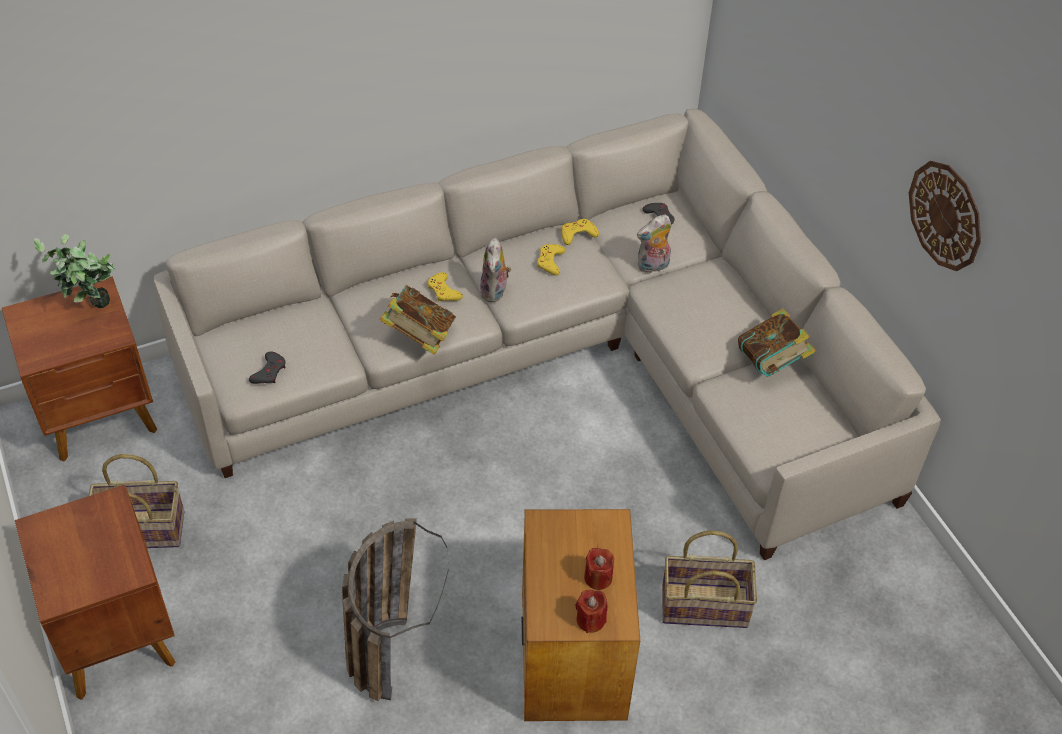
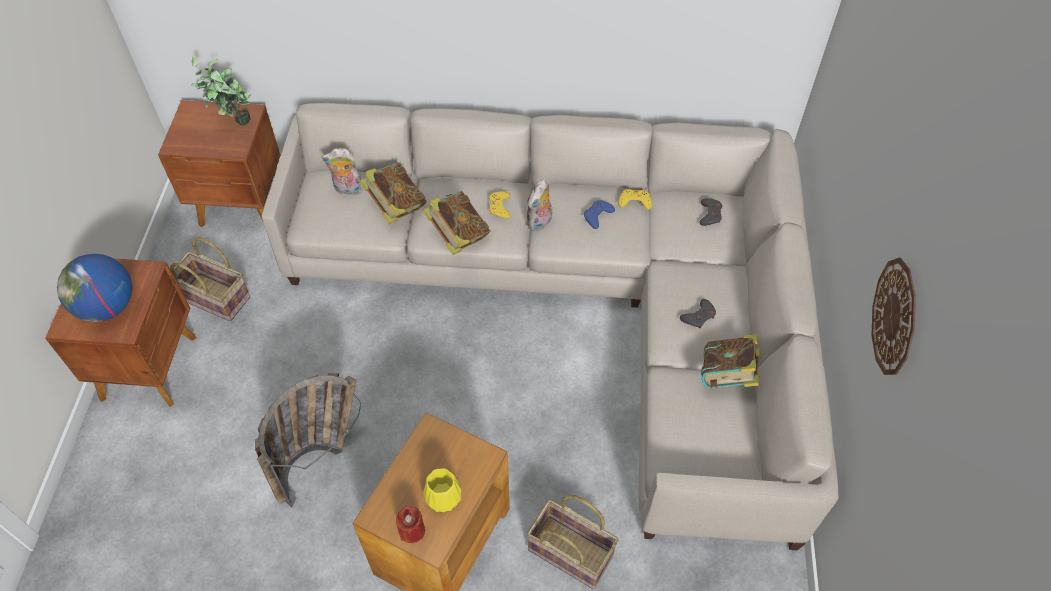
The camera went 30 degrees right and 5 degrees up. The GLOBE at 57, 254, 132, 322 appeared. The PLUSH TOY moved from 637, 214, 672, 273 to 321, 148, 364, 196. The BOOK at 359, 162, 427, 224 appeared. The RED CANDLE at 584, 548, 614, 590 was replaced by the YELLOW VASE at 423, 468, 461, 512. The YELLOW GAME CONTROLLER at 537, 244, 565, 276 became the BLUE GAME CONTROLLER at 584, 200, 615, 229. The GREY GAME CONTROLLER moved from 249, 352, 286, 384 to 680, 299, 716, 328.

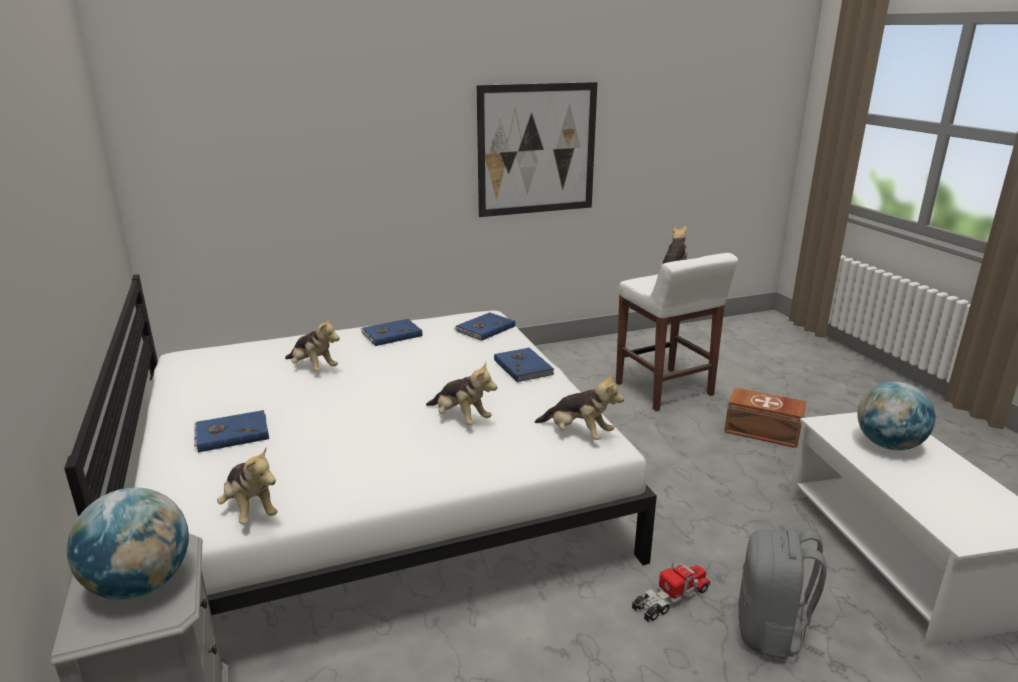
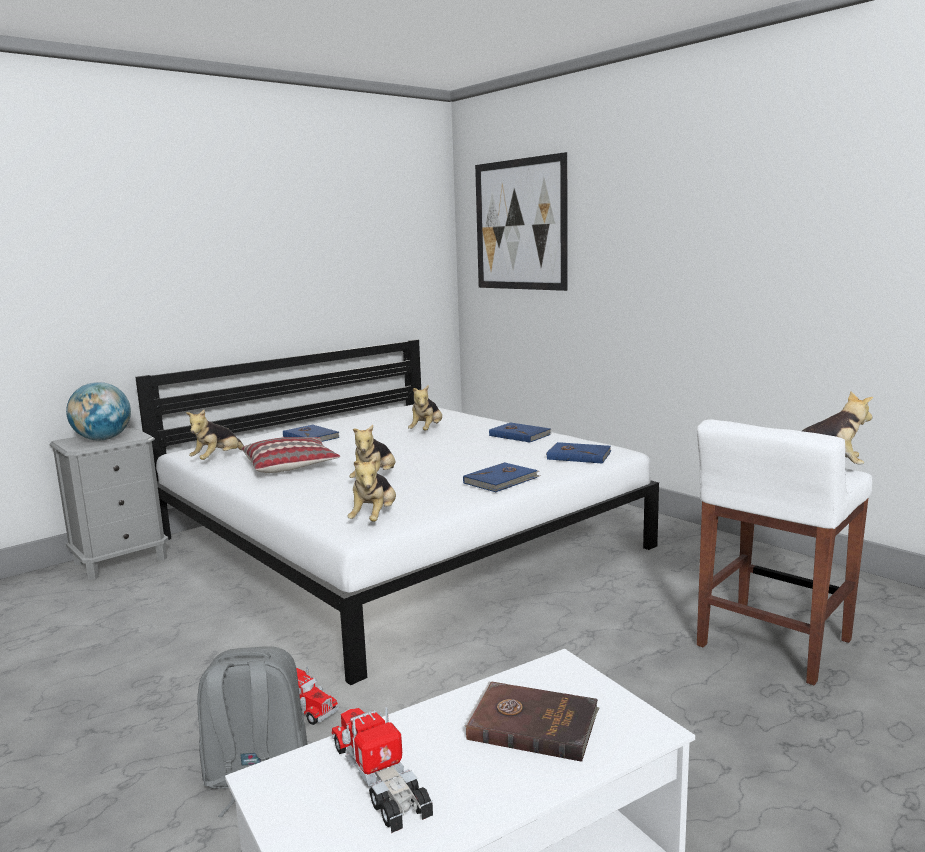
The camera went 70 degrees right and 10 degrees down. The PILLOW at 241, 437, 340, 473 appeared. The TOY TRUCK at 331, 707, 433, 833 appeared. The GLOBE at 857, 381, 935, 450 was replaced by the BROWN BOOK at 465, 682, 600, 762. The PICTURE moved from 477, 82, 597, 217 to 475, 152, 568, 291. The BROWN STORAGE BOX at 724, 387, 807, 448 disappeared.

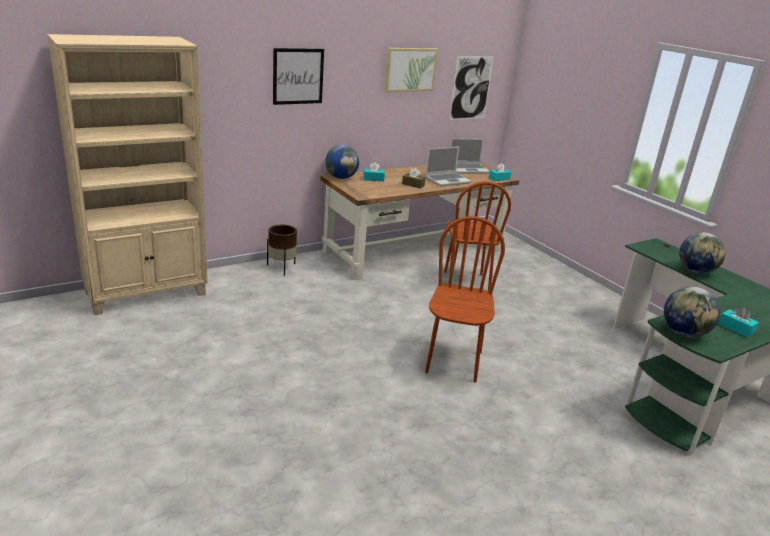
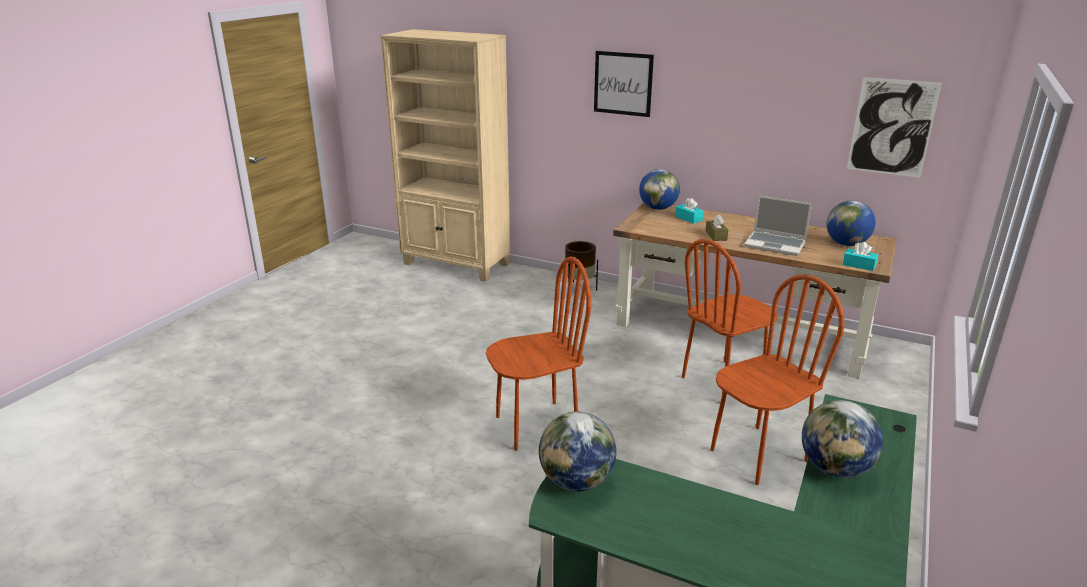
The camera went 60 degrees right and 0 degrees up. The BROWN CHAIR at 710, 274, 844, 485 appeared. The LAPTOP at 450, 138, 490, 174 was replaced by the GLOBE at 826, 200, 876, 246. The PICTURE at 384, 48, 438, 92 disappeared. The TURQUOISE TISSUE BOX at 718, 307, 759, 338 disappeared.

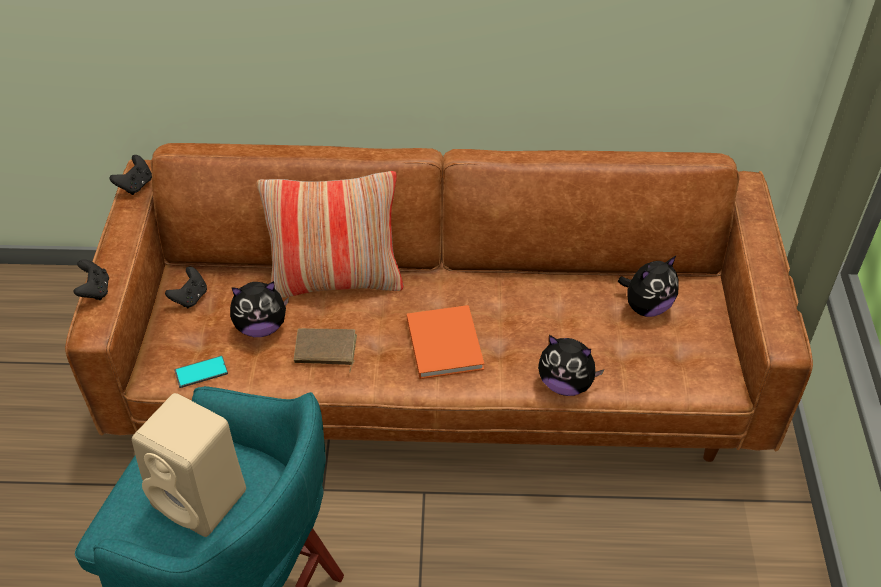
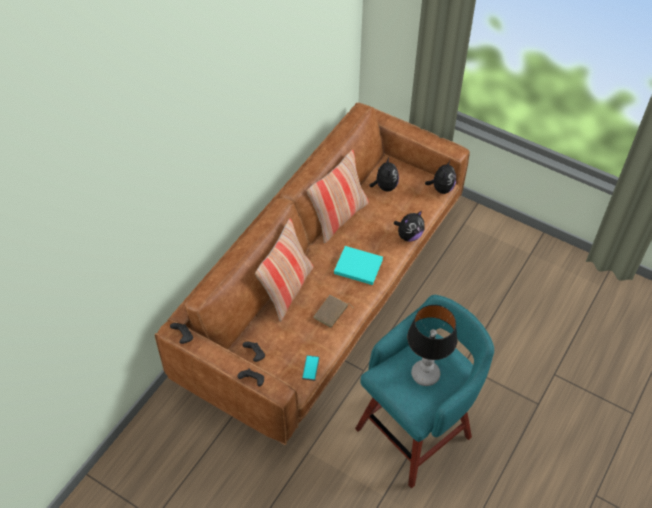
The camera went 60 degrees left and 5 degrees up. The PILLOW at 307, 150, 369, 243 appeared. The ORANGE BOOK at 407, 305, 484, 379 became the TURQUOISE BOOK at 334, 246, 383, 285. The BEIGE SPEAKER at 132, 393, 246, 537 was replaced by the TABLE LAMP at 407, 305, 457, 386. The PLUSH TOY moved from 230, 281, 289, 337 to 425, 160, 456, 194.

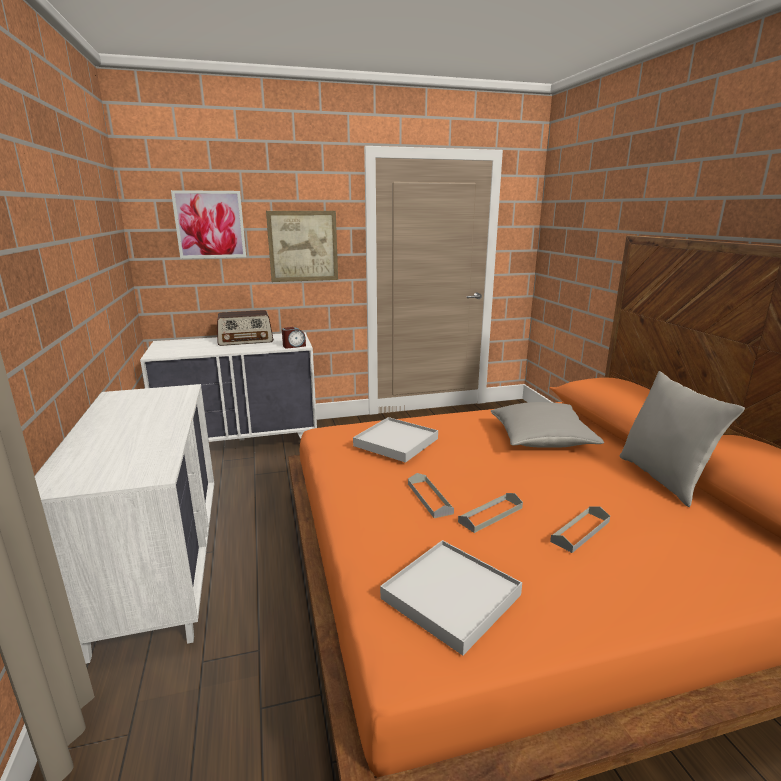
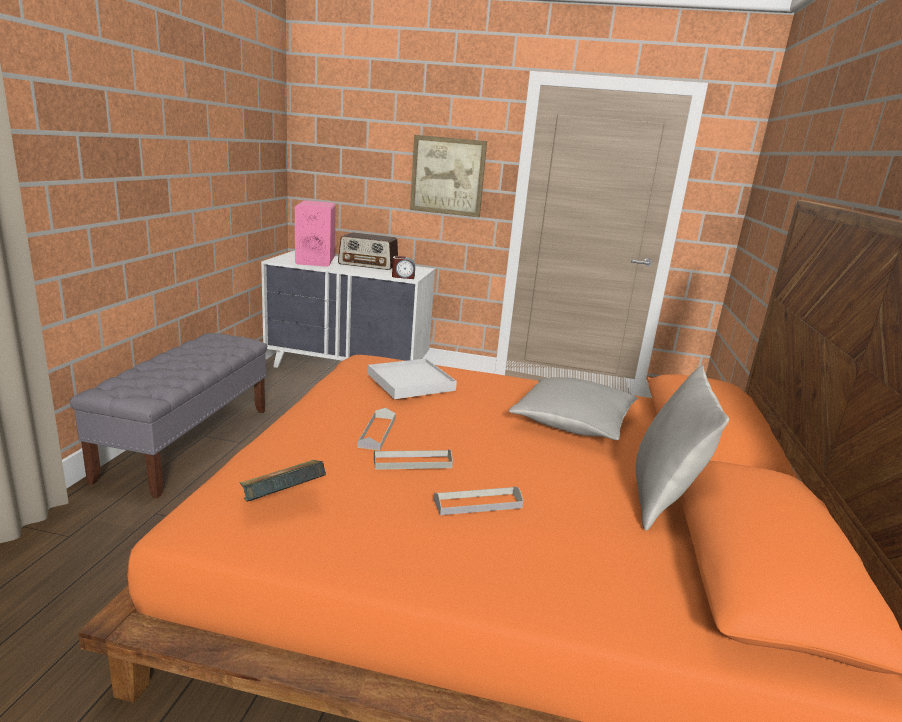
The camera went 25 degrees right and 0 degrees up. The WHITE DRESSER at 35, 384, 214, 664 was replaced by the GREY BENCH at 70, 333, 267, 498. The WHITE TRAY at 380, 540, 522, 656 was replaced by the BOOK at 240, 460, 326, 502. The PINK SPEAKER at 295, 200, 336, 267 appeared. The PICTURE at 171, 190, 246, 259 disappeared.

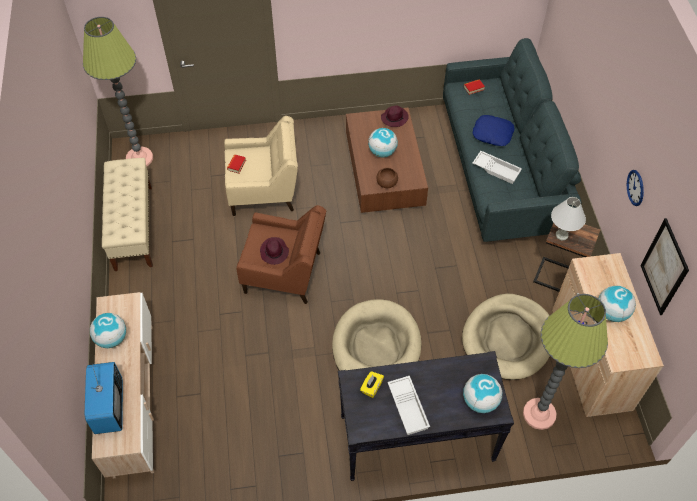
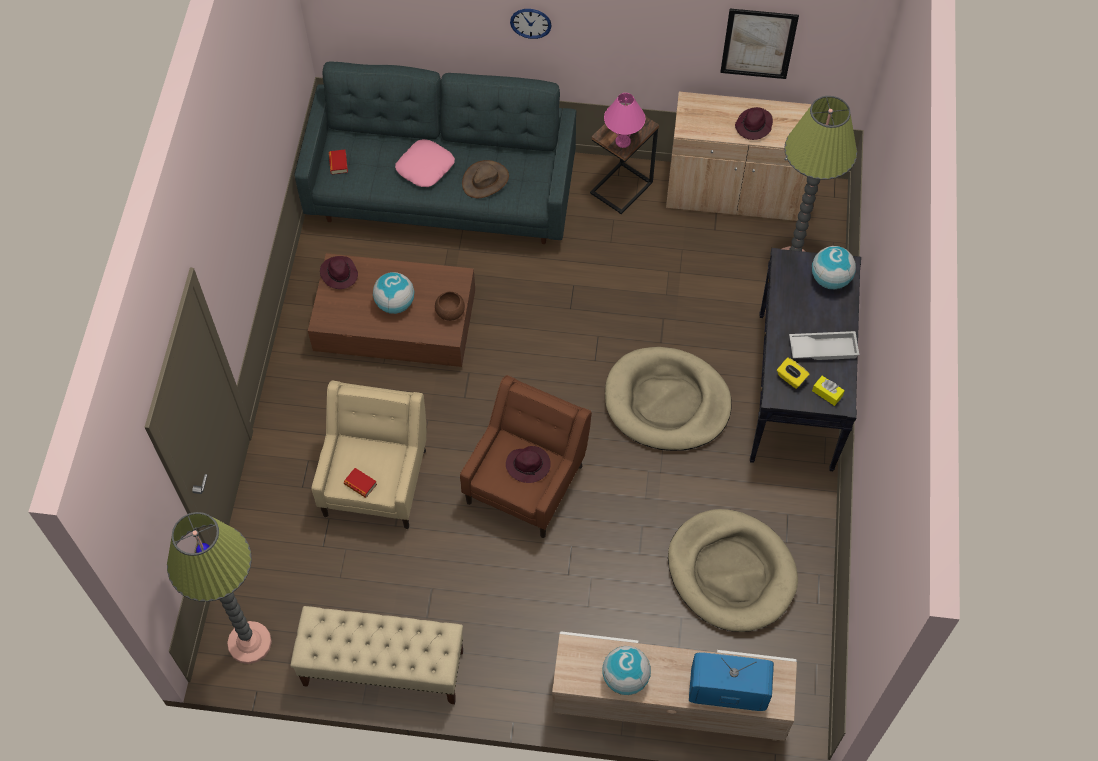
The camera went 75 degrees left and 5 degrees up. The BLUE PILLOW at 473, 115, 514, 146 became the PINK PILLOW at 395, 139, 455, 187. The WHITE TRAY at 473, 151, 522, 184 was replaced by the BROWN HAT at 462, 160, 509, 198. The WALL CLOCK moved from 627, 170, 644, 206 to 510, 9, 552, 39. The WHITE TABLE LAMP at 551, 197, 586, 240 became the PINK TABLE LAMP at 604, 93, 645, 148. The BEIGE DOG BED moved from 462, 294, 550, 380 to 668, 509, 798, 632. The GLOBE at 598, 286, 636, 322 was replaced by the PURPLE HAT at 735, 107, 773, 140. The YELLOW TISSUE BOX at 812, 376, 845, 406 appeared.

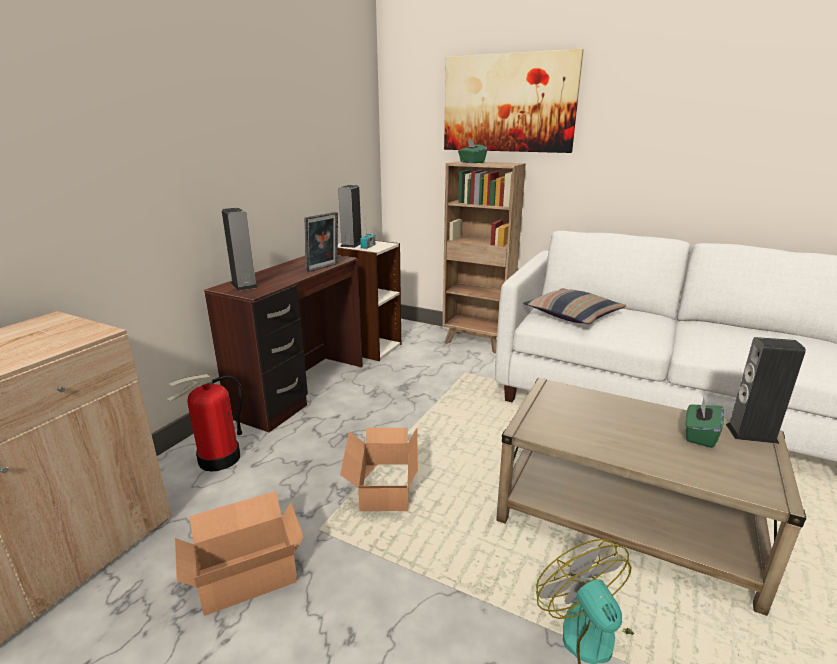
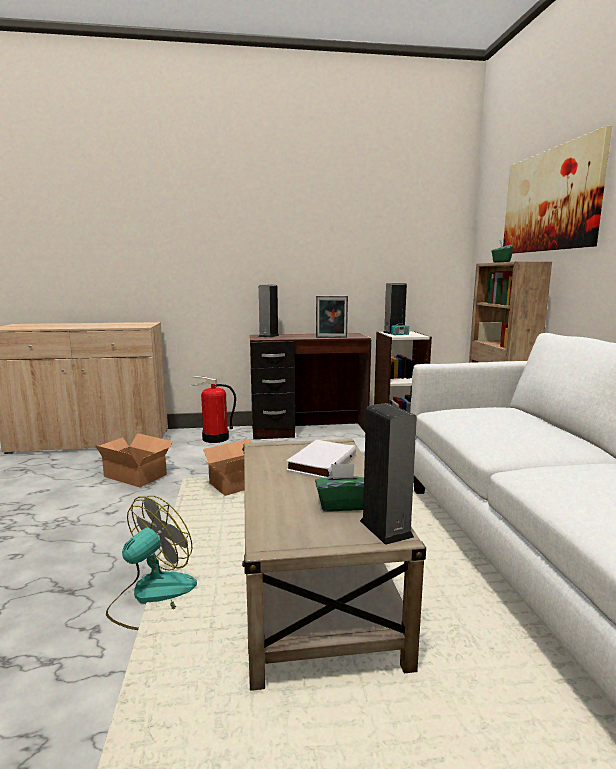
The camera went 55 degrees right and 10 degrees down. The WHITE BOOK at 286, 440, 356, 478 appeared. The PILLOW at 523, 288, 627, 324 disappeared.

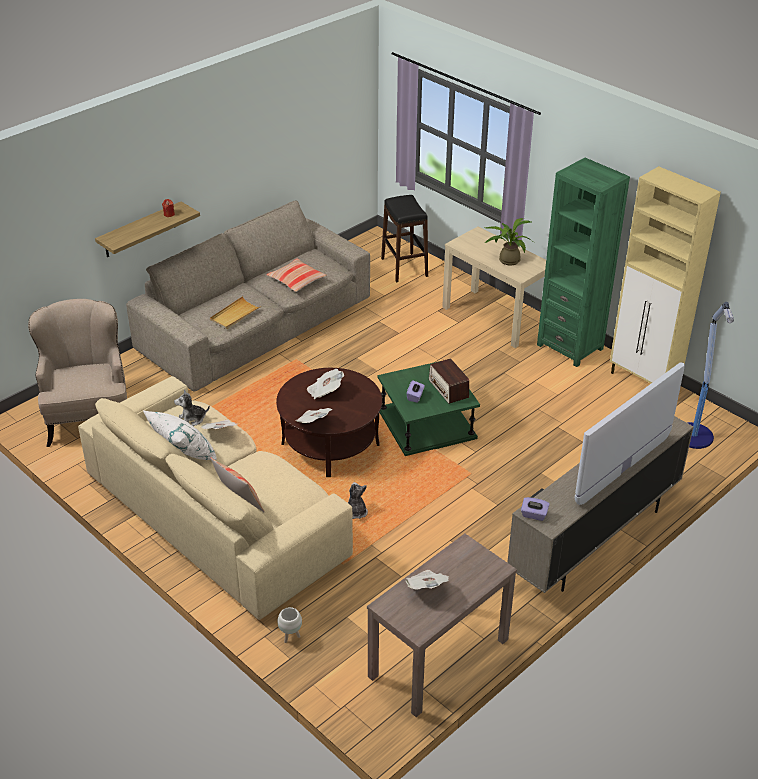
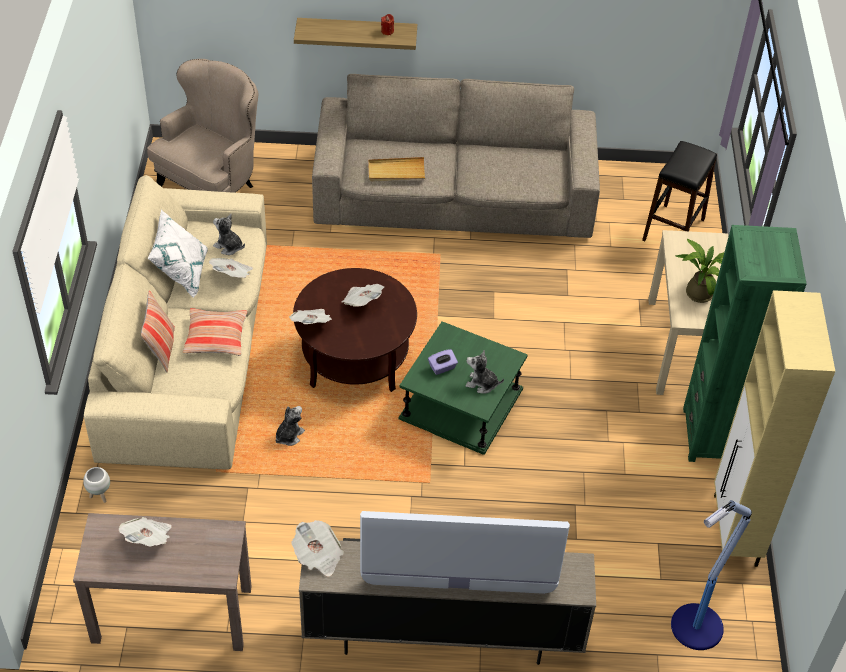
The camera went 45 degrees right and 10 degrees up. The PILLOW moved from 266, 258, 327, 292 to 183, 308, 247, 356. The PURPLE TISSUE BOX at 521, 497, 550, 521 was replaced by the NEWSPAPER at 292, 520, 344, 576. The RADIO at 429, 358, 469, 404 was replaced by the PLUSH TOY at 466, 350, 504, 393.

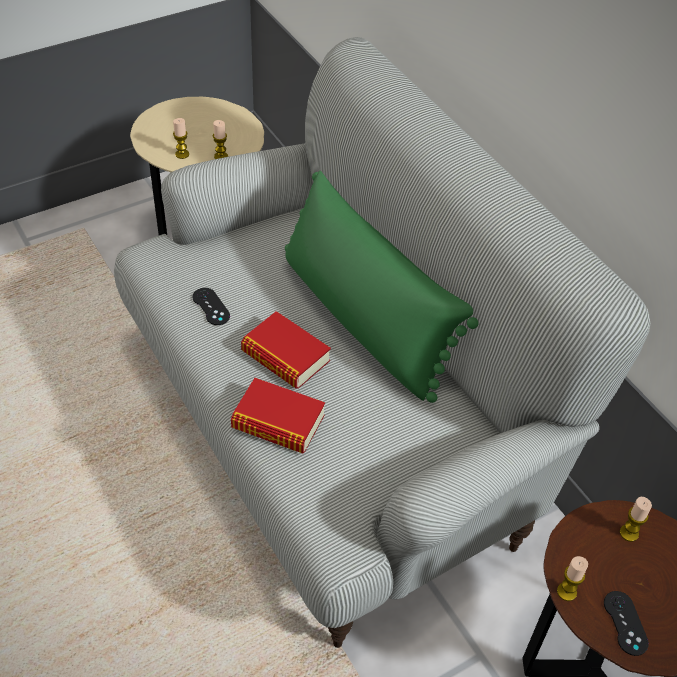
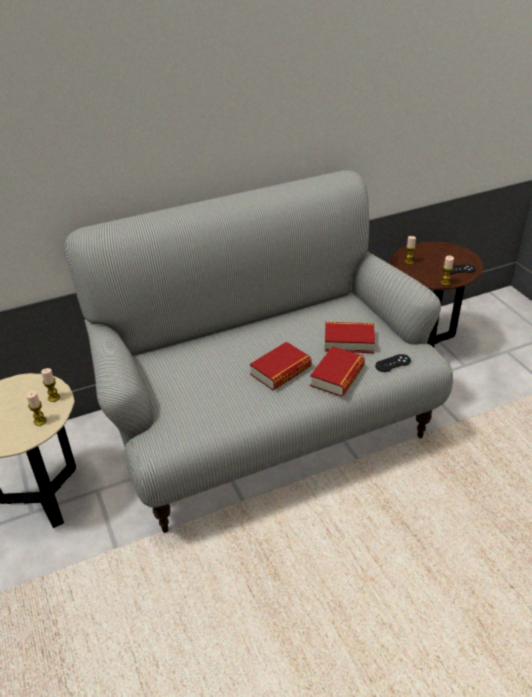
The camera went 80 degrees left and 10 degrees down. The BOOK at 325, 322, 375, 353 appeared. The BLACK GAME CONTROLLER moved from 193, 288, 230, 325 to 375, 354, 411, 372. The GREEN PILLOW at 285, 171, 479, 403 disappeared.

